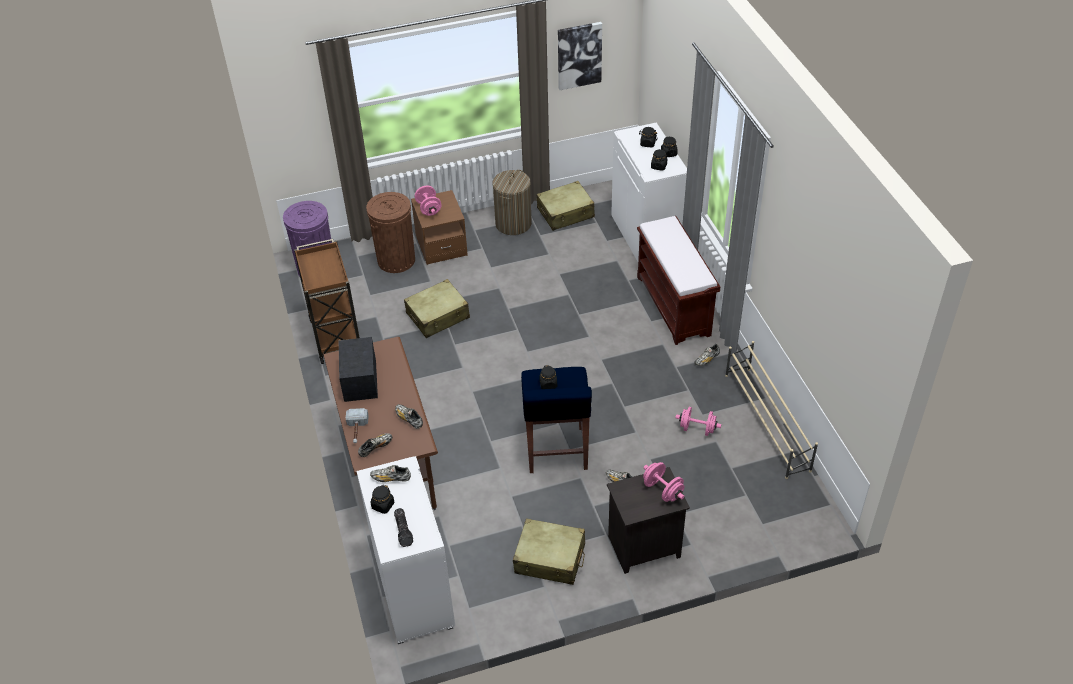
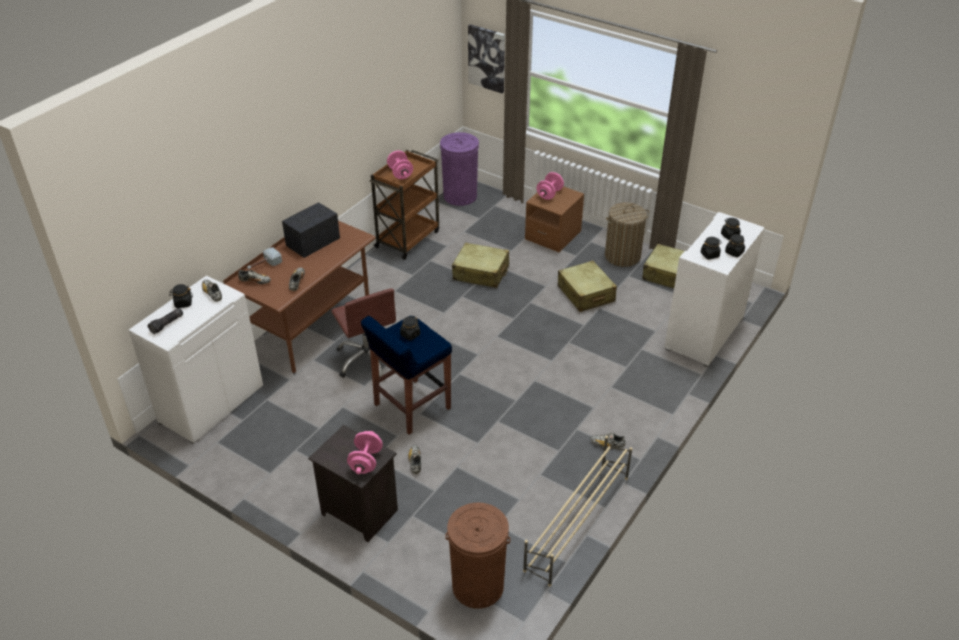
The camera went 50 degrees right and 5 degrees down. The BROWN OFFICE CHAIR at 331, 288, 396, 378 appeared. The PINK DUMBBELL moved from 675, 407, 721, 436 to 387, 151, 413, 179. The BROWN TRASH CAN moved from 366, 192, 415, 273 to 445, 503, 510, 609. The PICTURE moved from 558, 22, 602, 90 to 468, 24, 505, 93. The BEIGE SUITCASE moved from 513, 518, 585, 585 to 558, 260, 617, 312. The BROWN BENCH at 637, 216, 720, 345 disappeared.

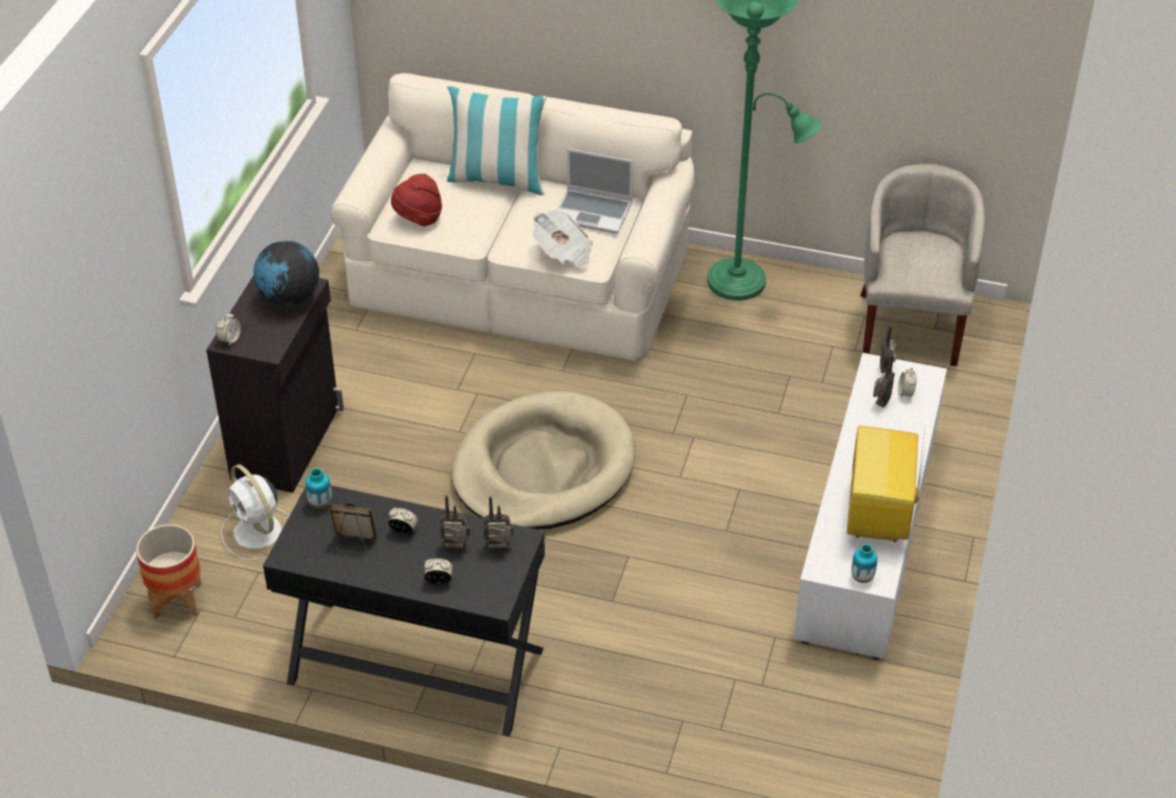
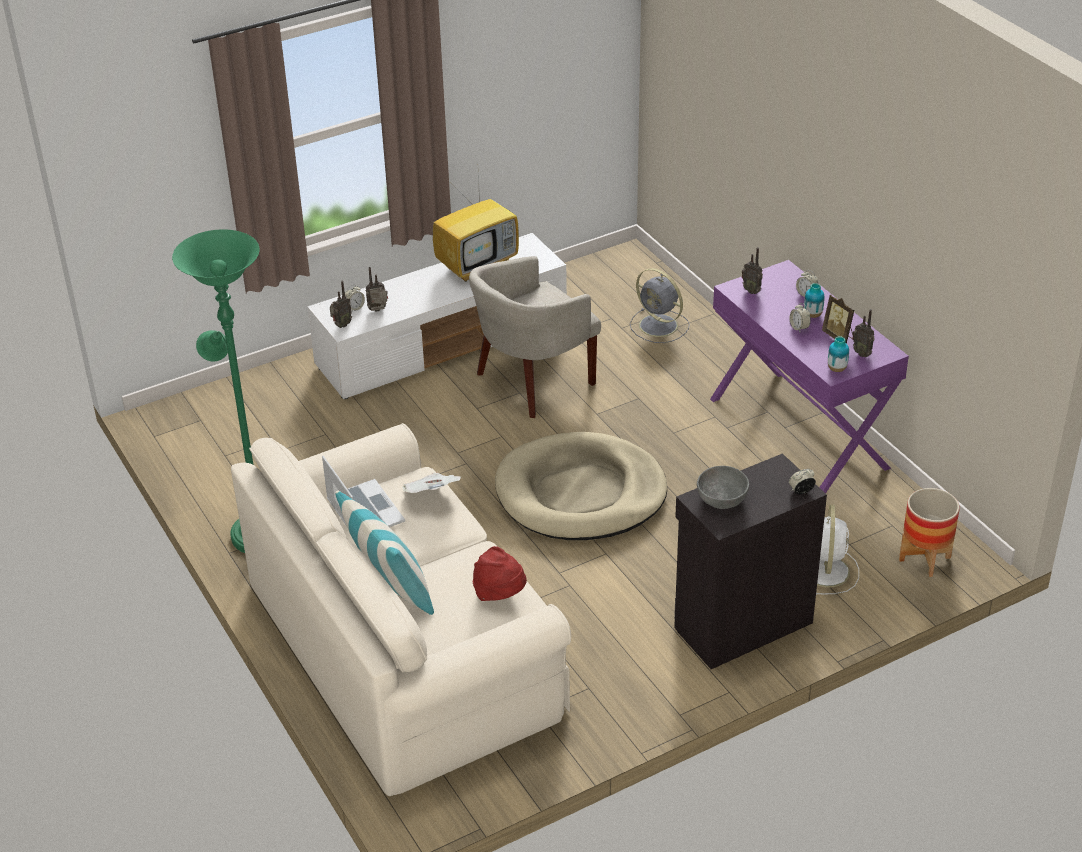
The camera went 135 degrees left and 5 degrees down. The BEIGE ARMCHAIR moved from 860, 164, 985, 366 to 469, 256, 601, 418. The GREY FAN at 630, 268, 690, 343 appeared. The GLOBE at 253, 241, 319, 306 was replaced by the GREY BOWL at 697, 466, 749, 509. The BLACK CONSOLE TABLE at 263, 485, 545, 737 became the PURPLE CONSOLE TABLE at 710, 260, 909, 493. The VASE moved from 851, 544, 877, 583 to 804, 283, 824, 318. The RADIO moved from 440, 495, 471, 548 to 852, 309, 875, 357.

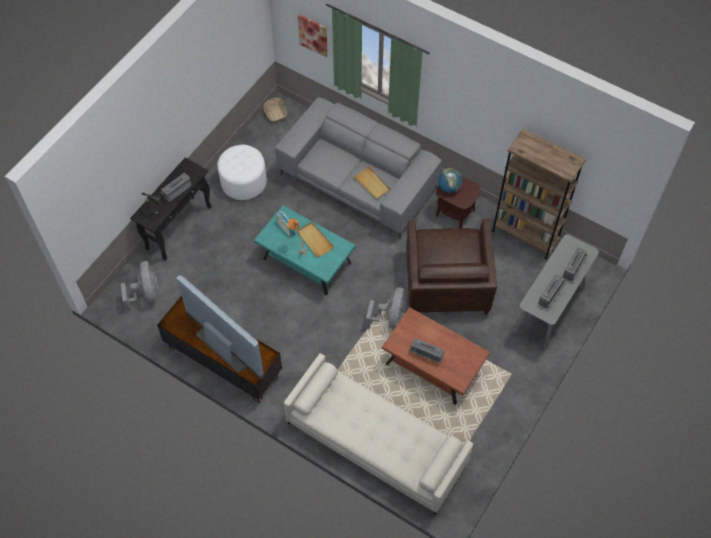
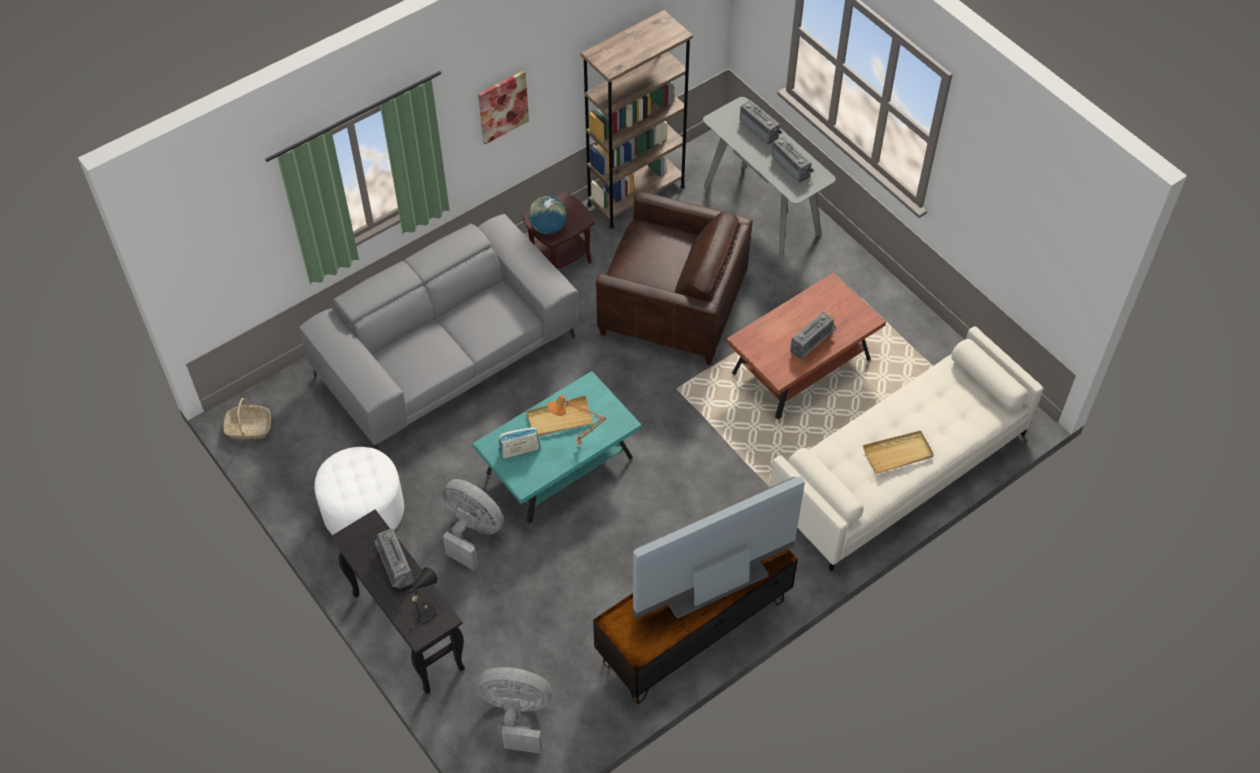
The camera went 70 degrees left and 5 degrees down. The GREY FAN moved from 366, 287, 406, 329 to 442, 479, 504, 571. The PICTURE moved from 298, 14, 328, 57 to 478, 70, 529, 144. The BEIGE TRAY moved from 353, 165, 390, 200 to 863, 431, 934, 474.

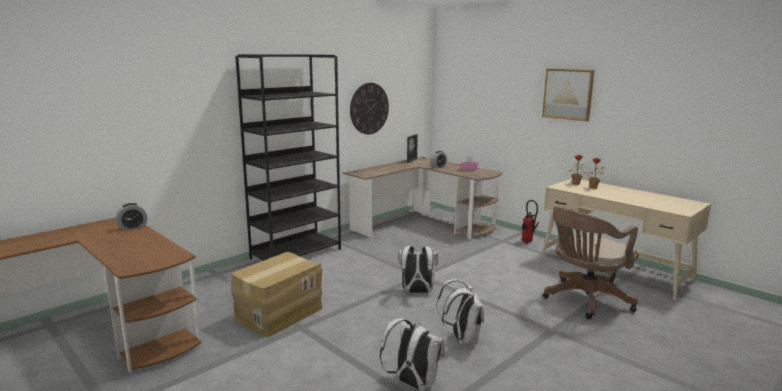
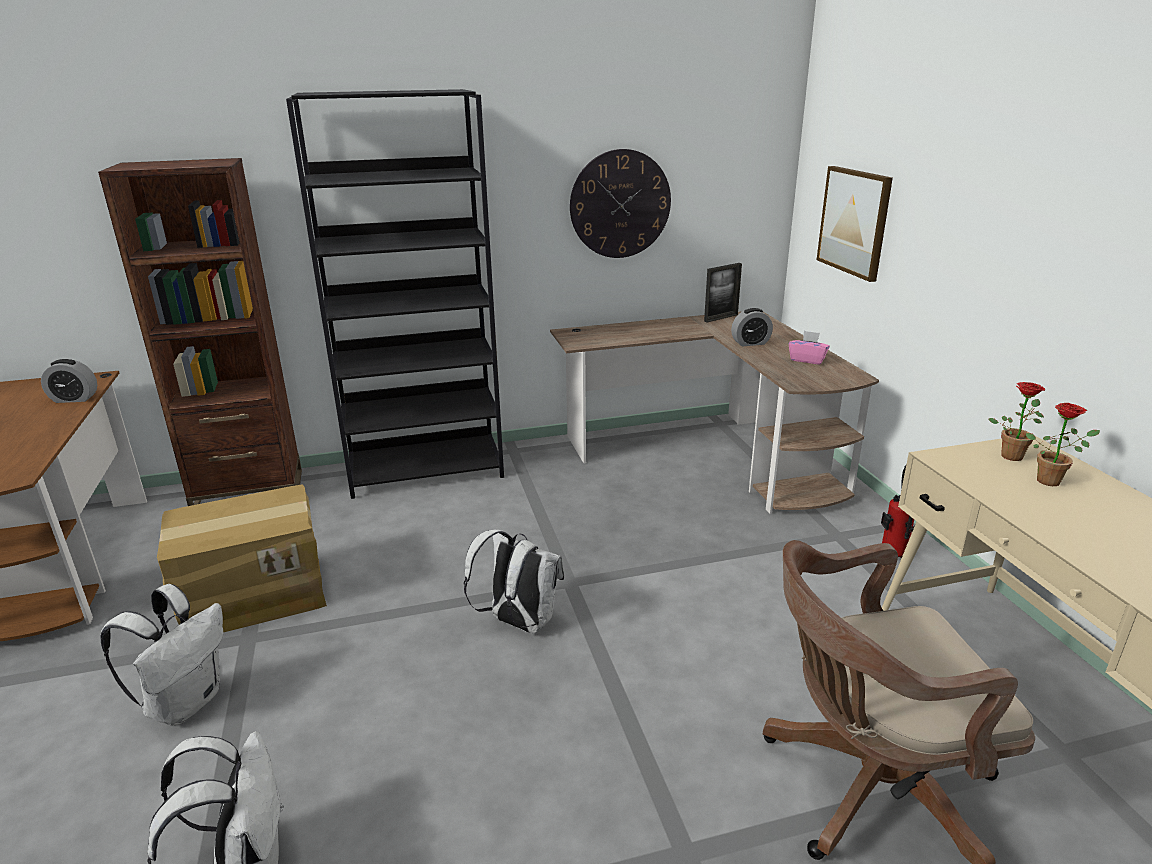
The camera went 30 degrees right and 10 degrees up. The BROWN BOOKCASE at 98, 158, 302, 506 appeared. The WHITE BACKPACK moved from 437, 279, 484, 345 to 100, 584, 223, 725. The PICTURE moved from 542, 69, 594, 122 to 817, 166, 893, 282.

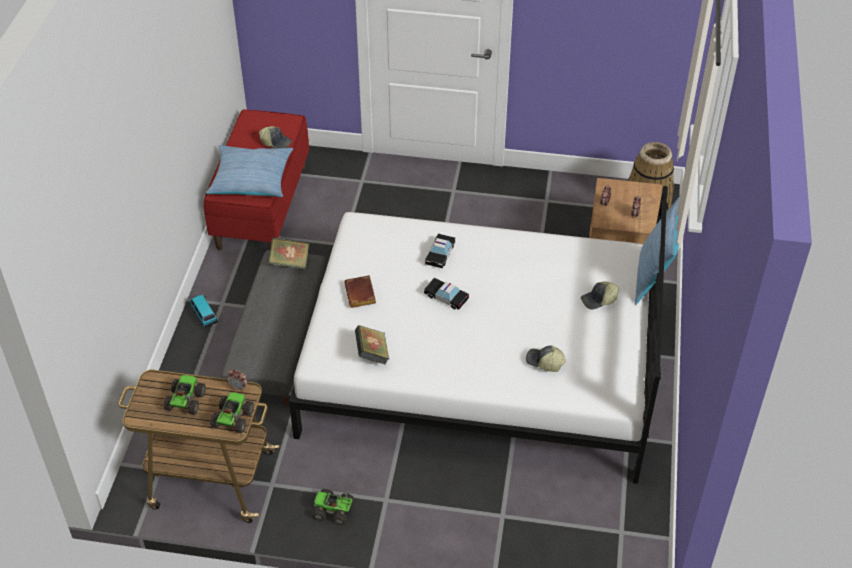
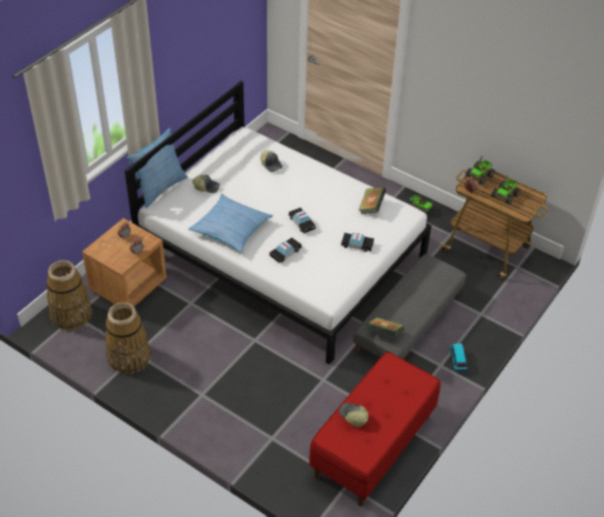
The camera went 155 degrees left and 0 degrees up. The BASKET at 105, 302, 151, 374 appeared. The PILLOW moved from 206, 145, 293, 197 to 188, 194, 273, 252. The BROWN BOOK at 344, 275, 376, 308 was replaced by the TOY CAR at 341, 233, 374, 252.

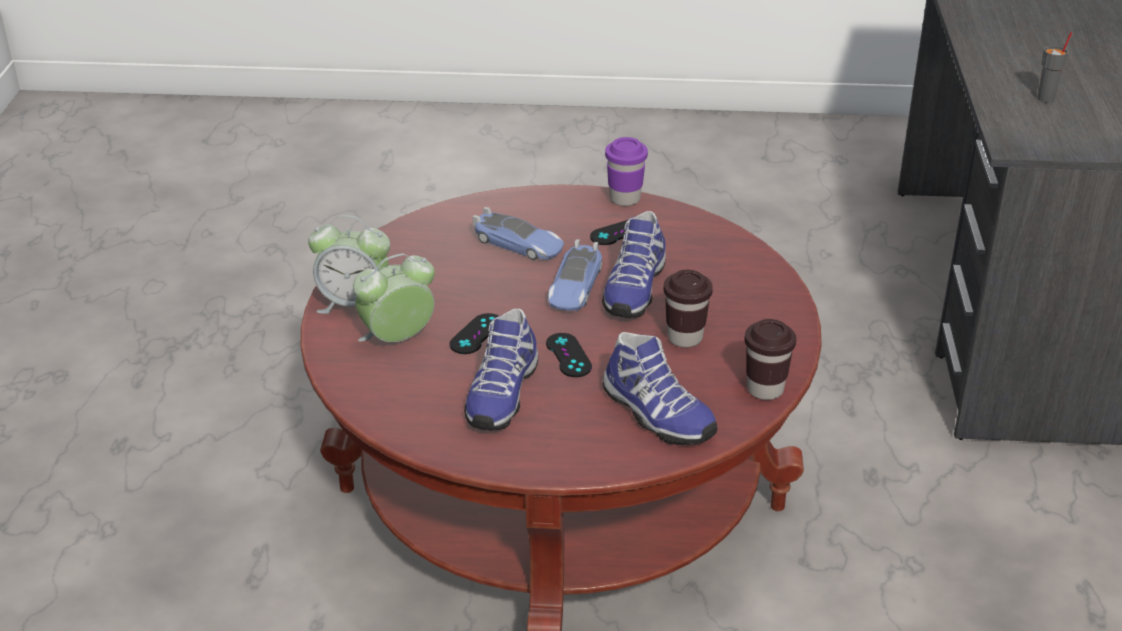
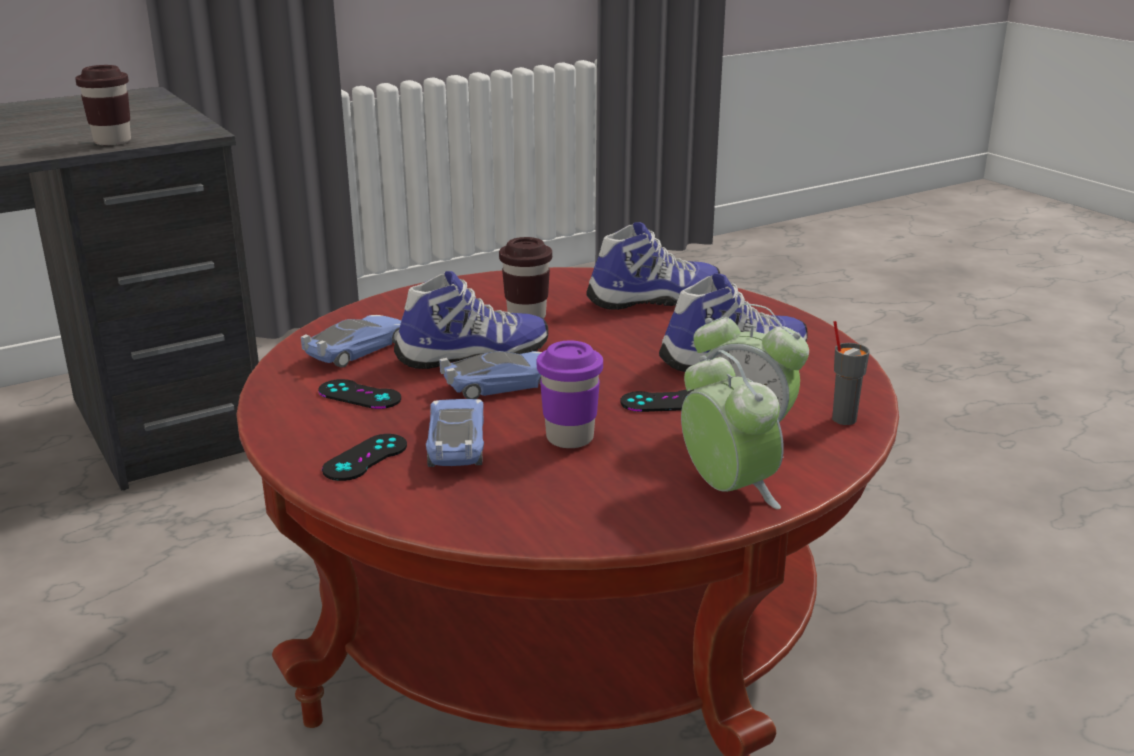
The camera went 125 degrees left and 10 degrees down. The BROWN CUP moved from 745, 319, 797, 400 to 75, 65, 131, 146. The TOY CAR at 301, 315, 401, 368 appeared. The BLACK GAME CONTROLLER moved from 546, 333, 592, 377 to 322, 434, 407, 481. The PURPLE CUP moved from 605, 137, 648, 206 to 537, 340, 603, 448. The SHOE at 603, 332, 717, 445 turned 60 degrees clockwise. The GREY CUP moved from 1037, 32, 1073, 103 to 832, 321, 869, 425.

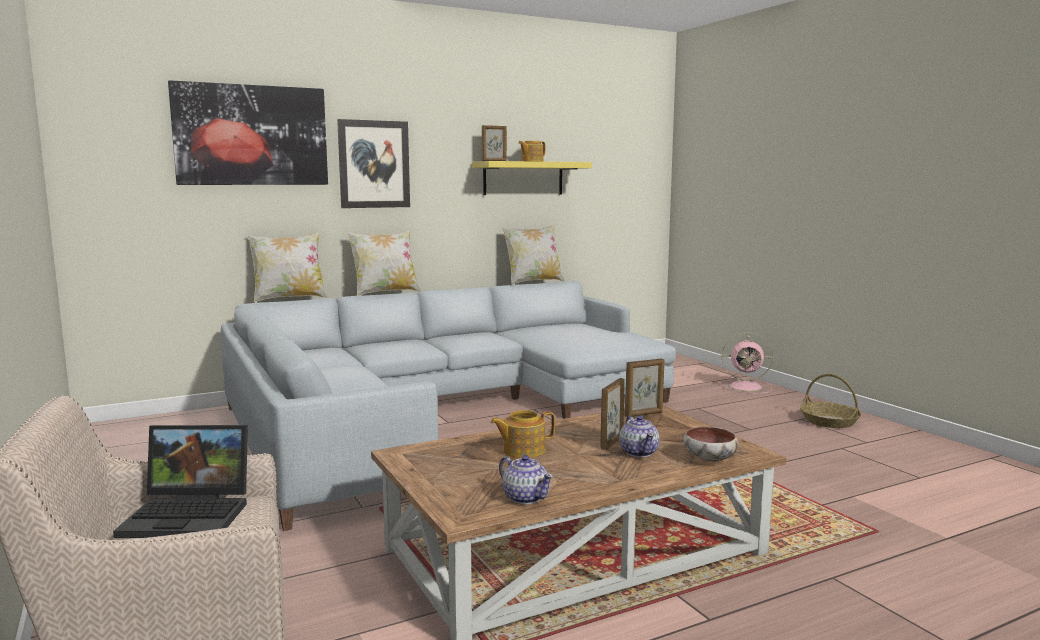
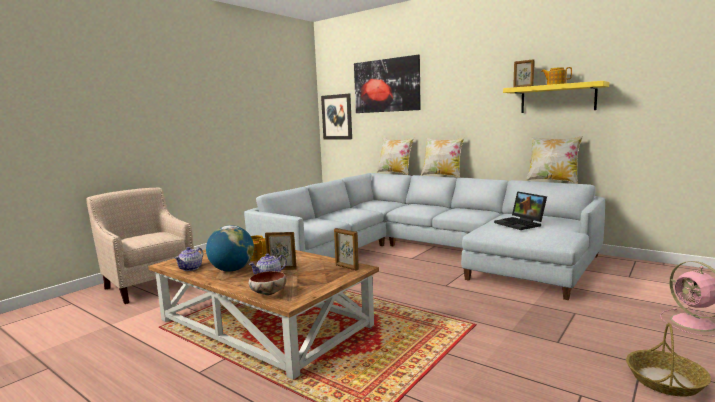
The camera went 65 degrees right and 0 degrees up. The GLOBE at 206, 225, 254, 272 appeared. The PICTURE moved from 337, 119, 410, 208 to 321, 94, 352, 140. The LAPTOP moved from 113, 425, 248, 538 to 494, 191, 547, 230.

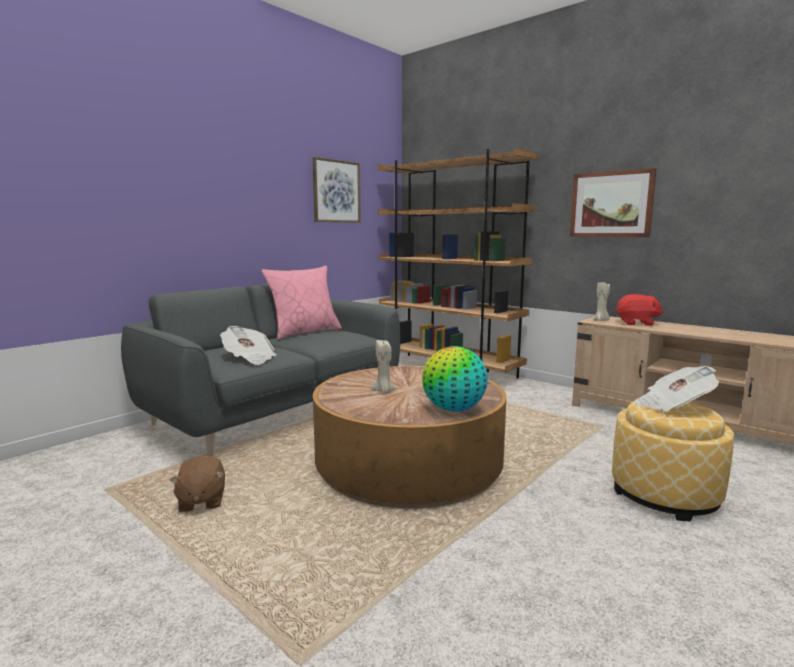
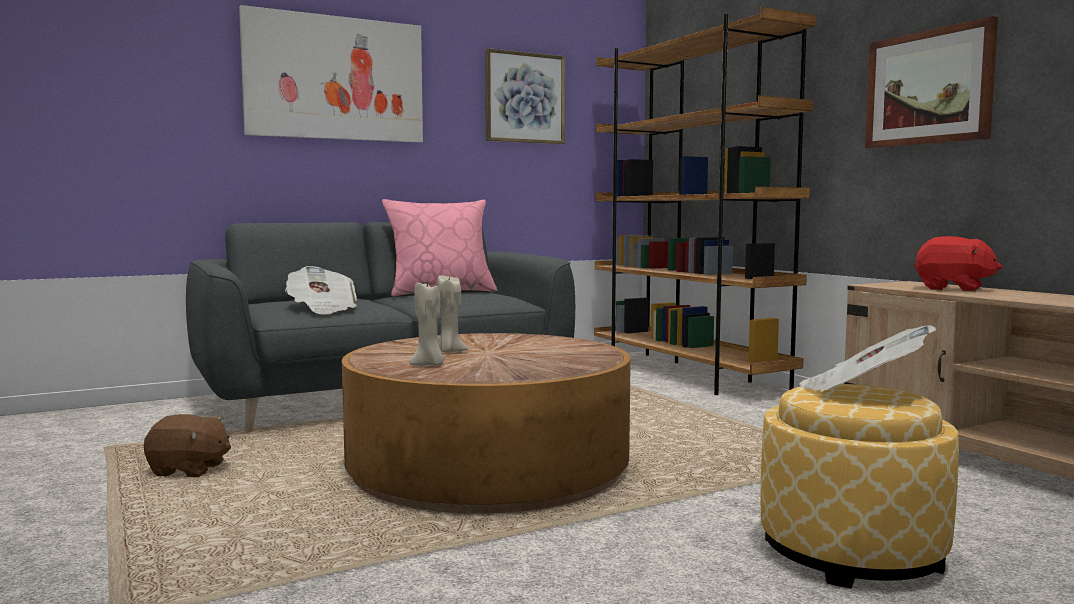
The camera went 20 degrees right and 5 degrees down. The BROWN PLUSH TOY at 169, 456, 225, 512 turned 90 degrees counterclockwise. The PICTURE at 239, 5, 423, 143 appeared. The BEIGE CANDLE moved from 593, 282, 610, 321 to 410, 280, 445, 366. The GLOBE at 422, 346, 488, 412 disappeared.

